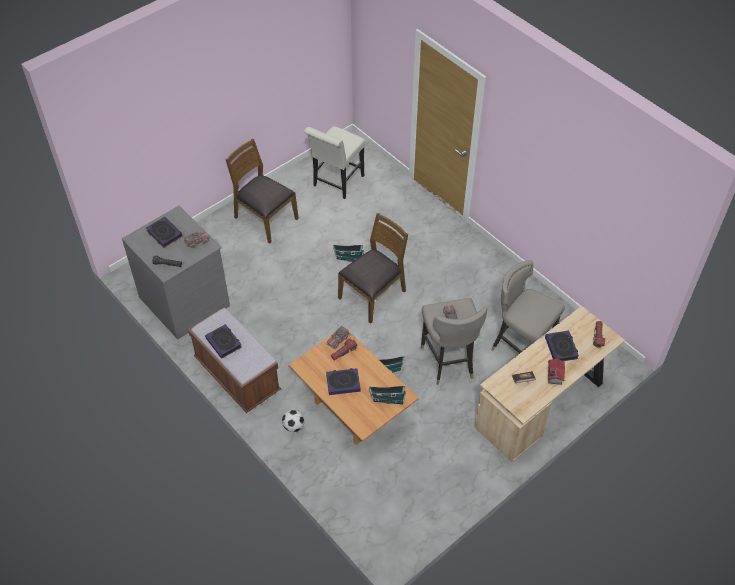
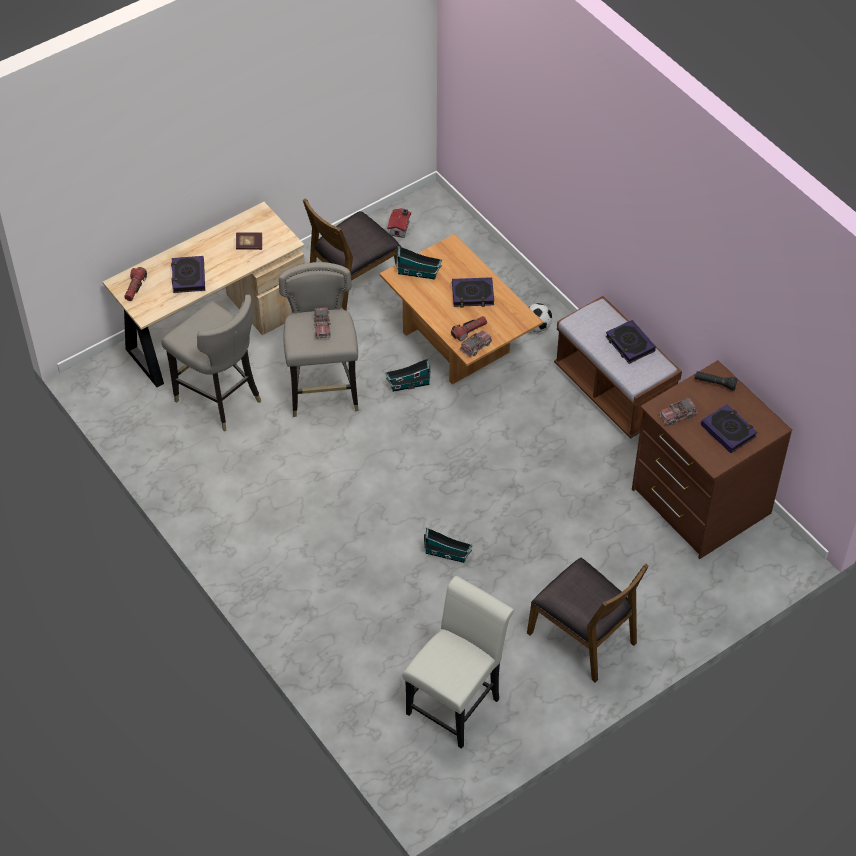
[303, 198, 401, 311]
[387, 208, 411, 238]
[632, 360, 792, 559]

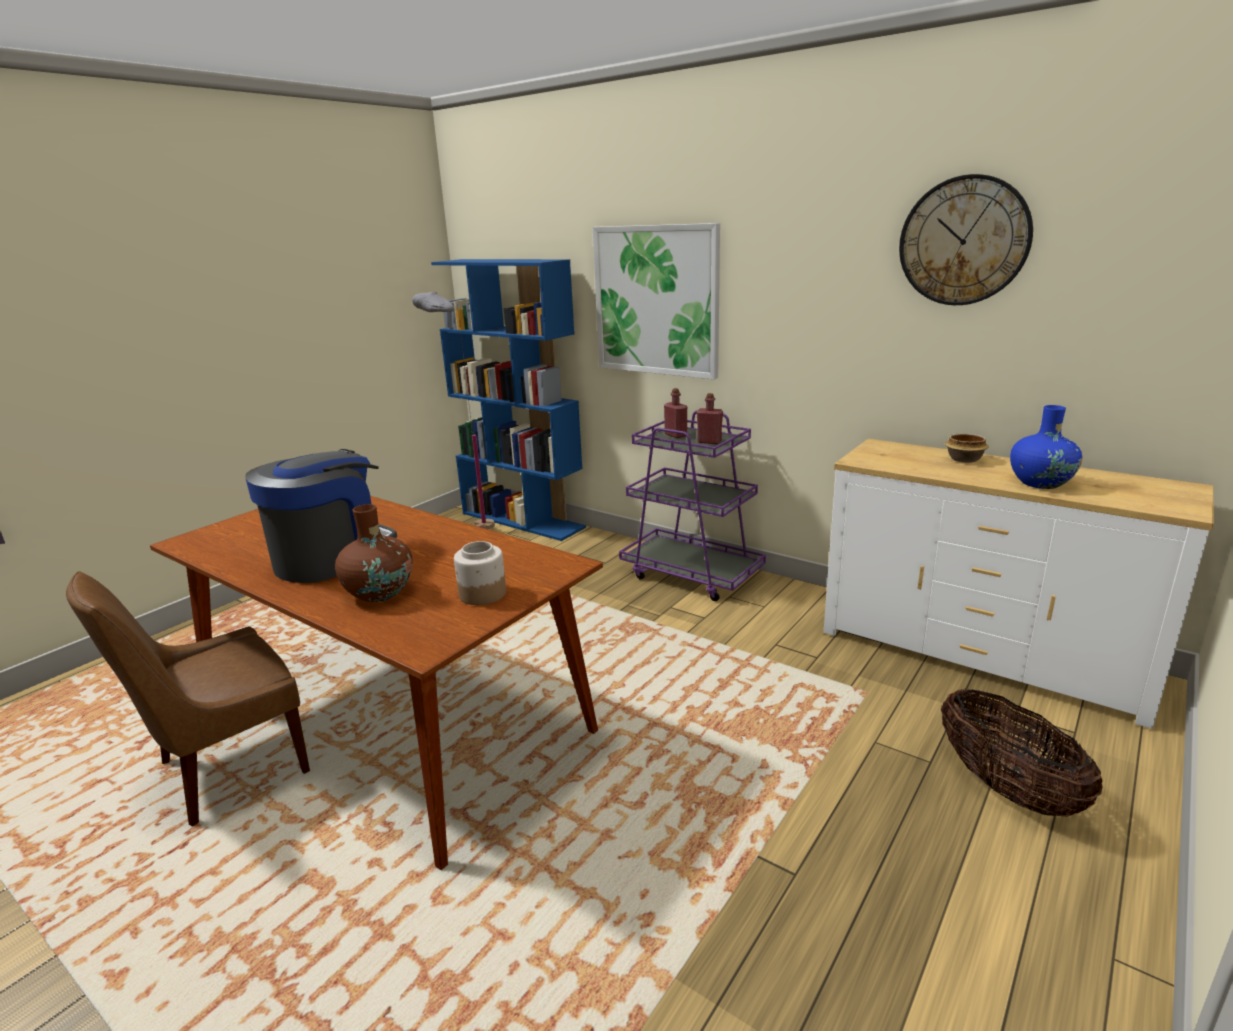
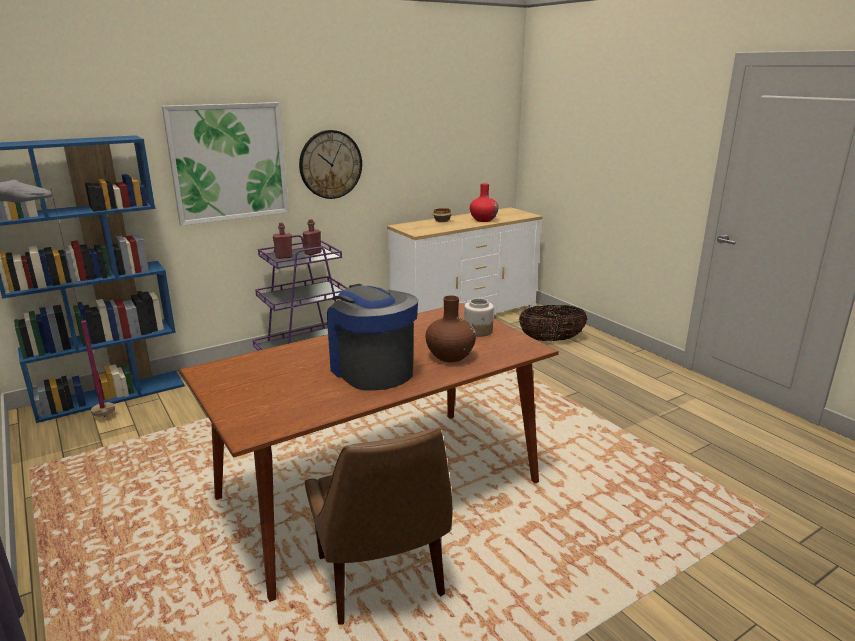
[299, 130, 362, 199]
[470, 184, 499, 222]

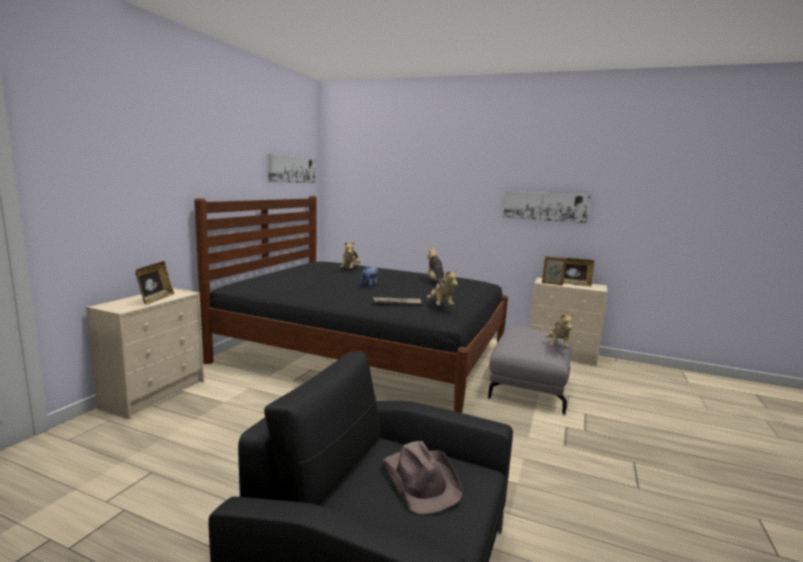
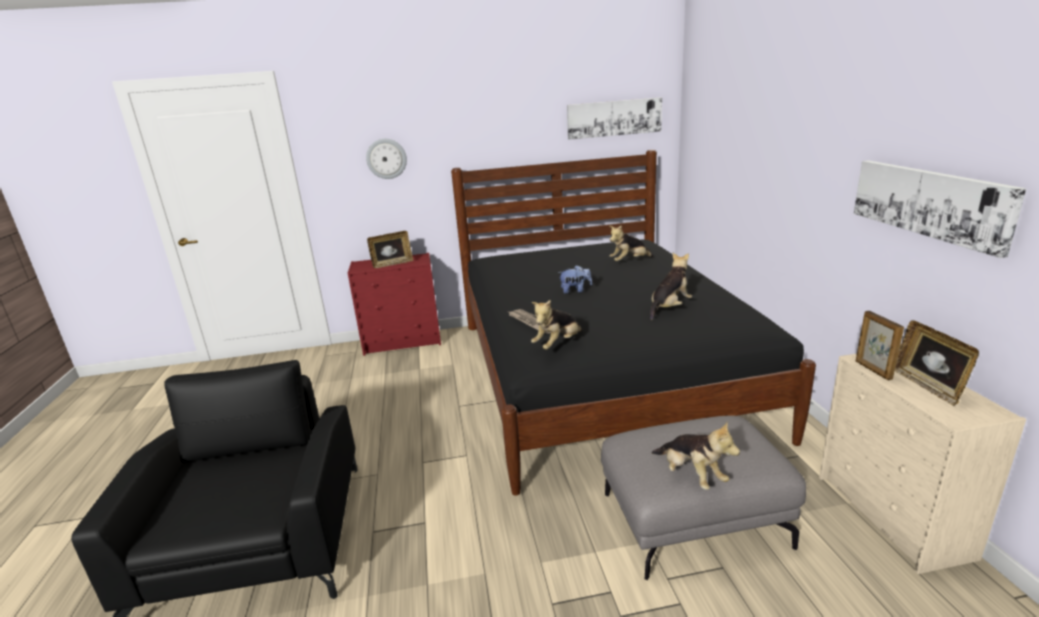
[383, 441, 463, 514] (first image)
[366, 139, 407, 179]
[348, 253, 441, 356]
[651, 421, 740, 490]

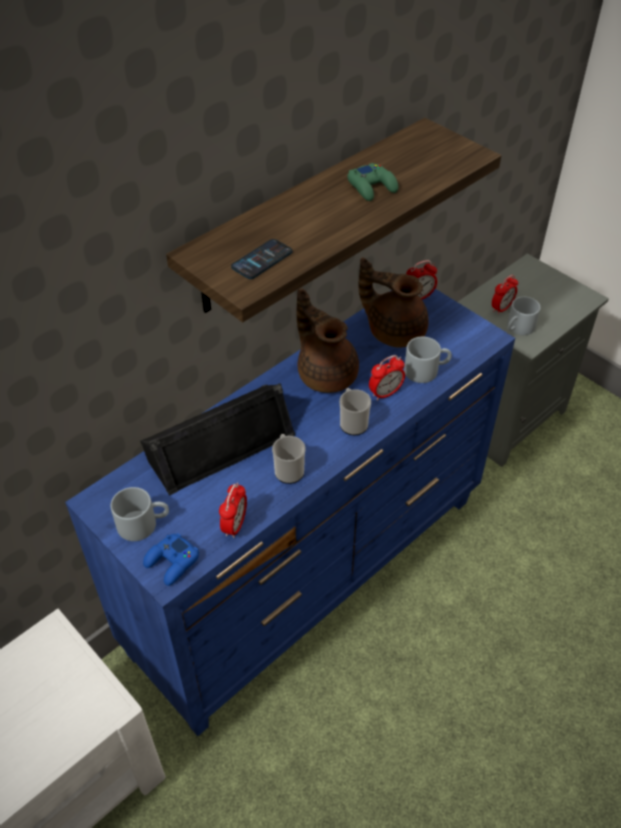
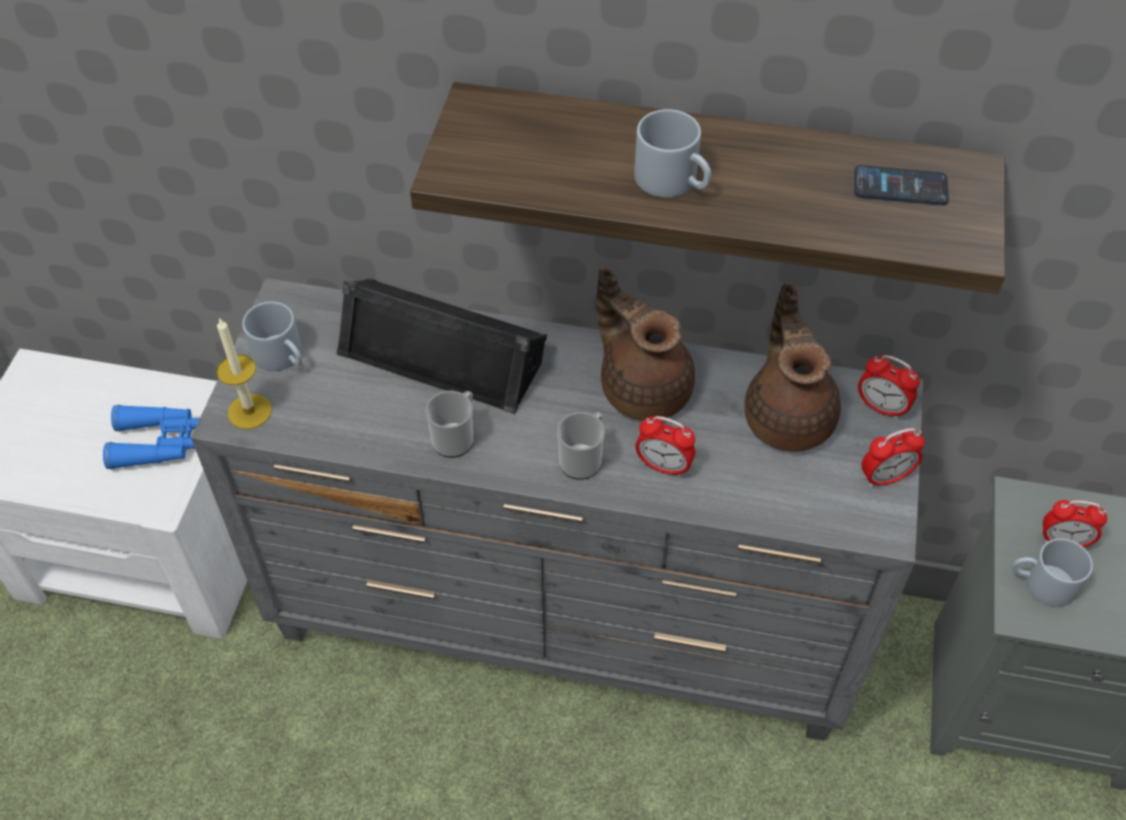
[347, 163, 398, 201] (first image)
[103, 405, 200, 470]
[861, 428, 925, 488]
[854, 165, 949, 205]
[634, 109, 711, 198]
[217, 317, 272, 429]
[191, 278, 923, 741]
[596, 267, 695, 421]

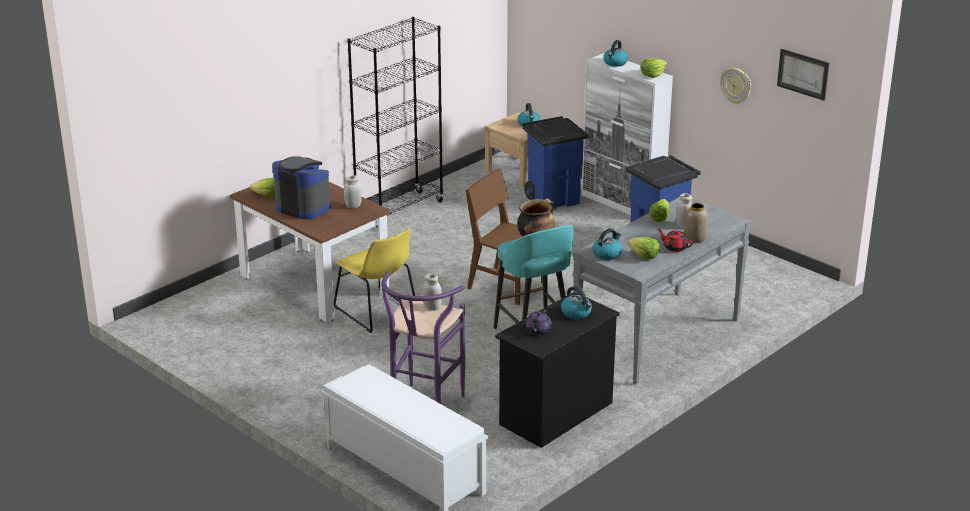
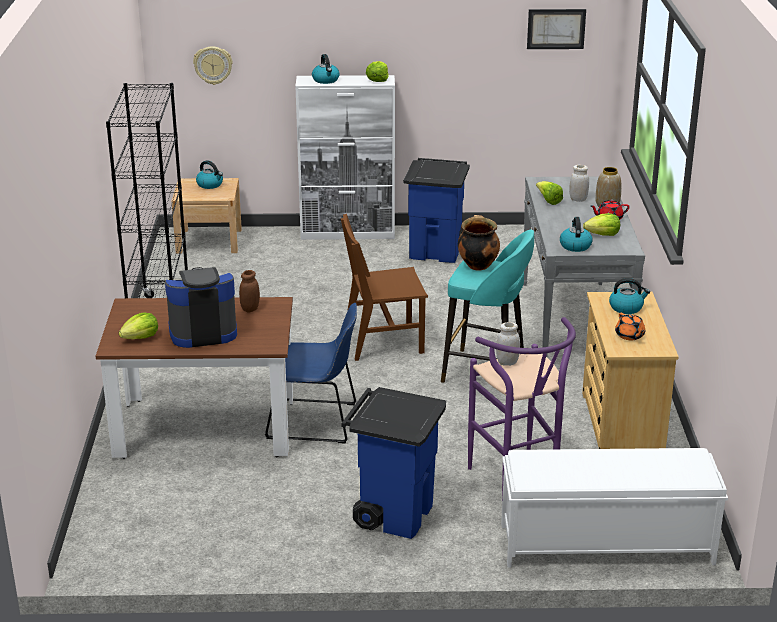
[342, 387, 446, 539]
[193, 46, 232, 85]
[265, 303, 357, 444]
[239, 270, 260, 313]
[582, 292, 679, 449]
[615, 313, 645, 340]

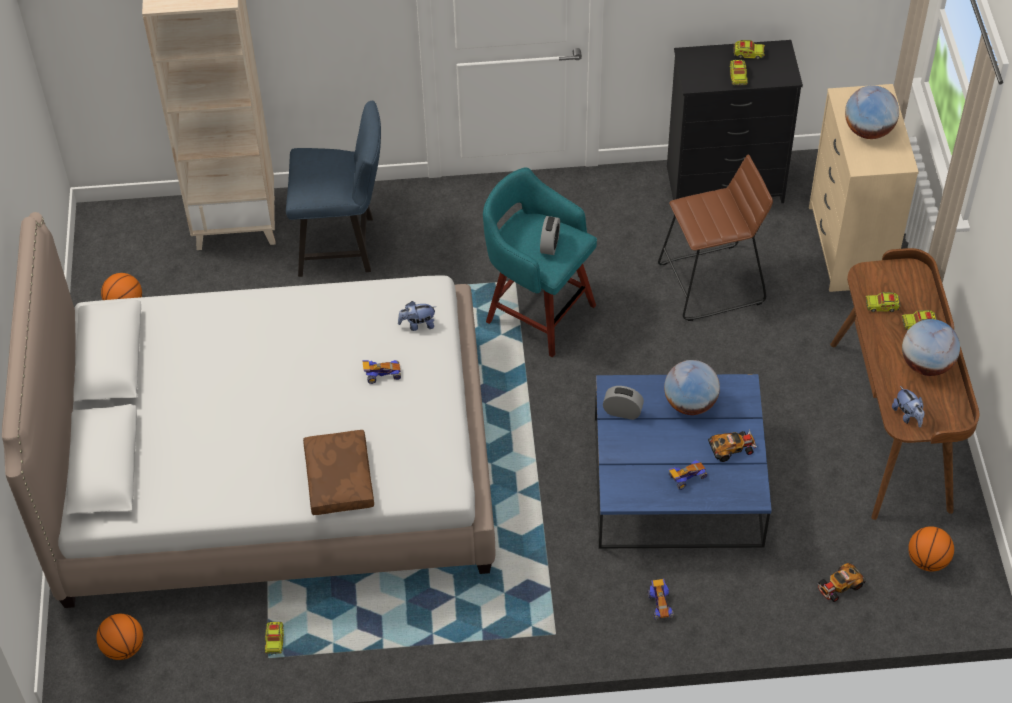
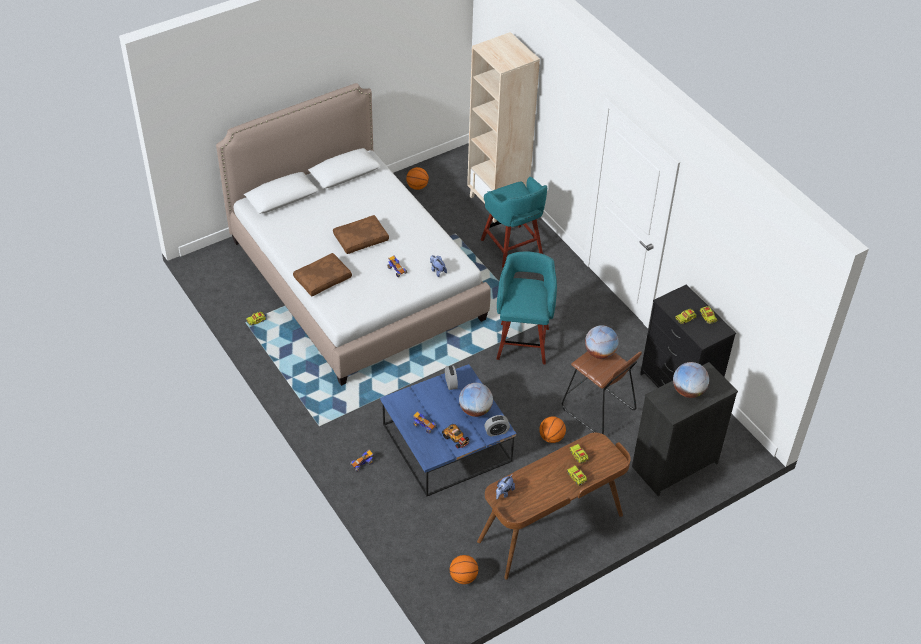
[817, 562, 866, 602] (first image)
[333, 215, 389, 254]
[539, 416, 566, 443]
[484, 415, 510, 437]
[585, 325, 619, 359]
[481, 177, 547, 268]
[632, 362, 738, 496]

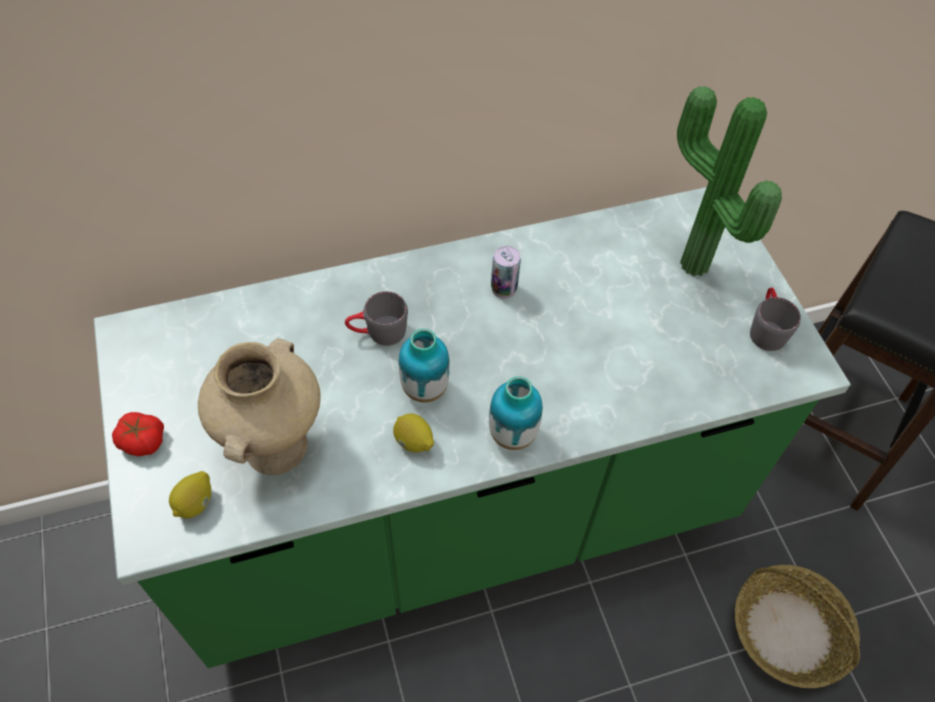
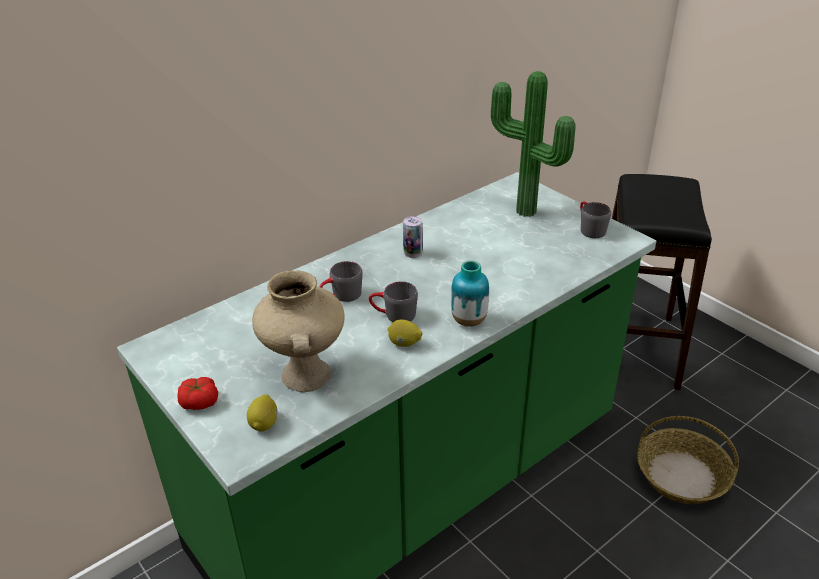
[369, 281, 418, 322]

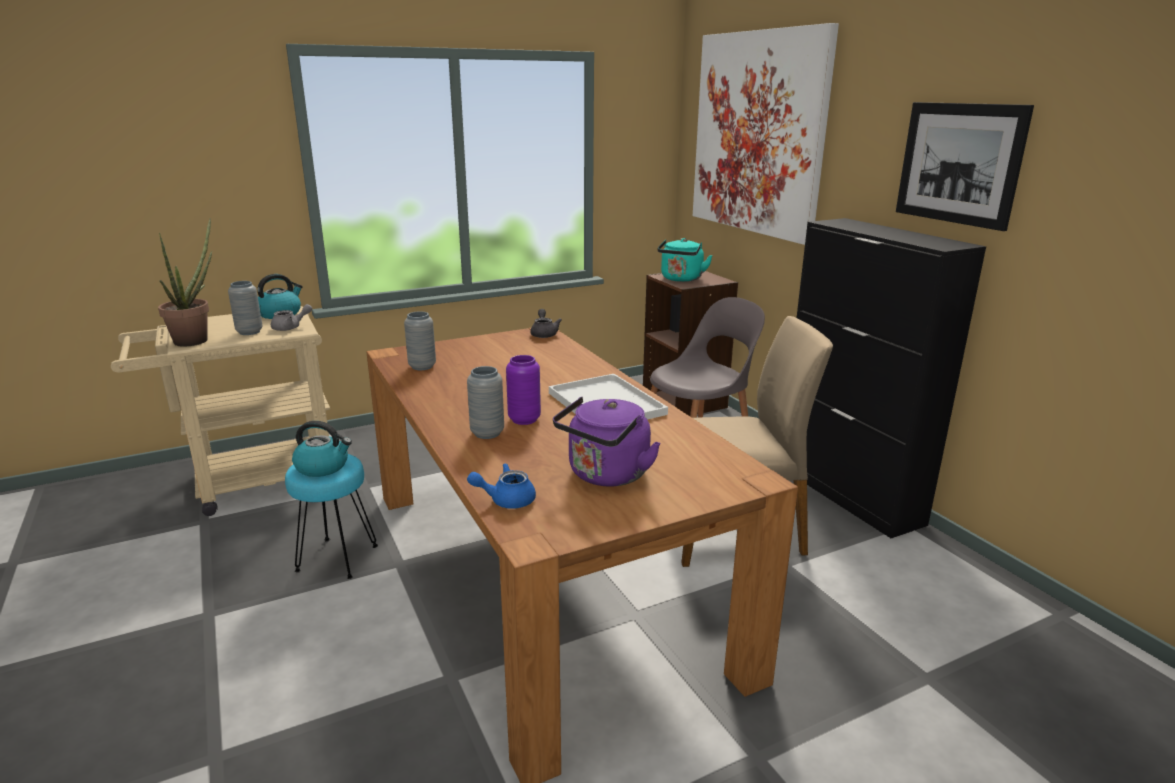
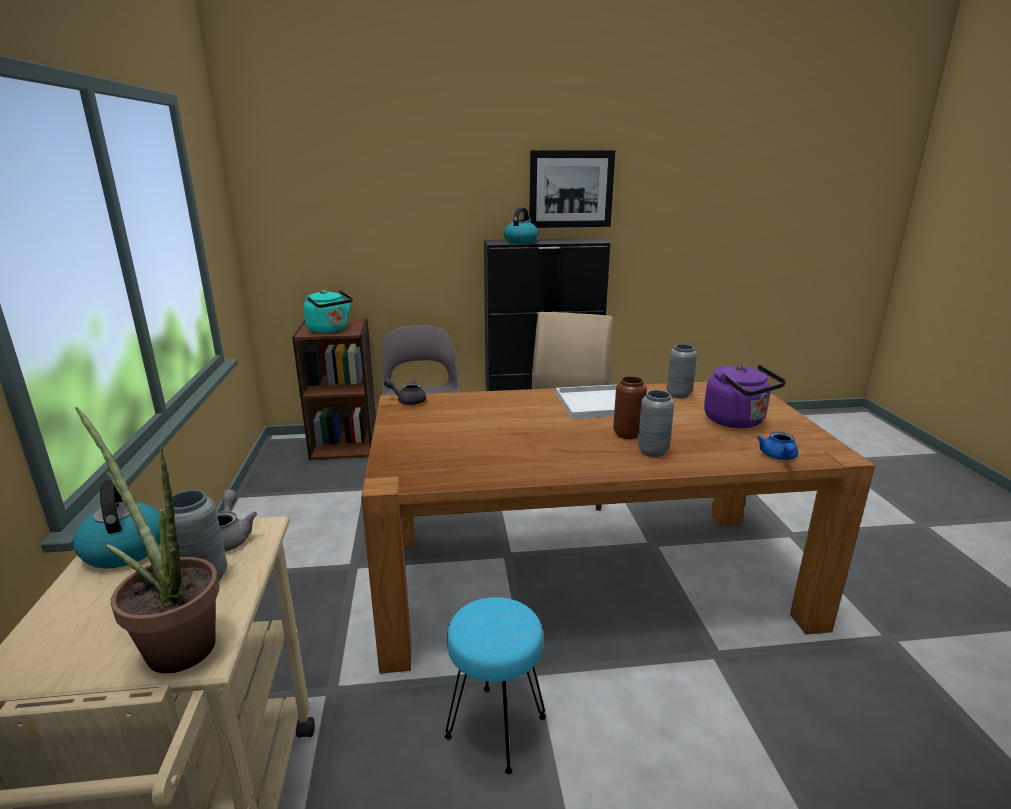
[693, 23, 839, 245] (first image)
[504, 207, 538, 243]
[667, 344, 697, 398]
[613, 376, 647, 439]

